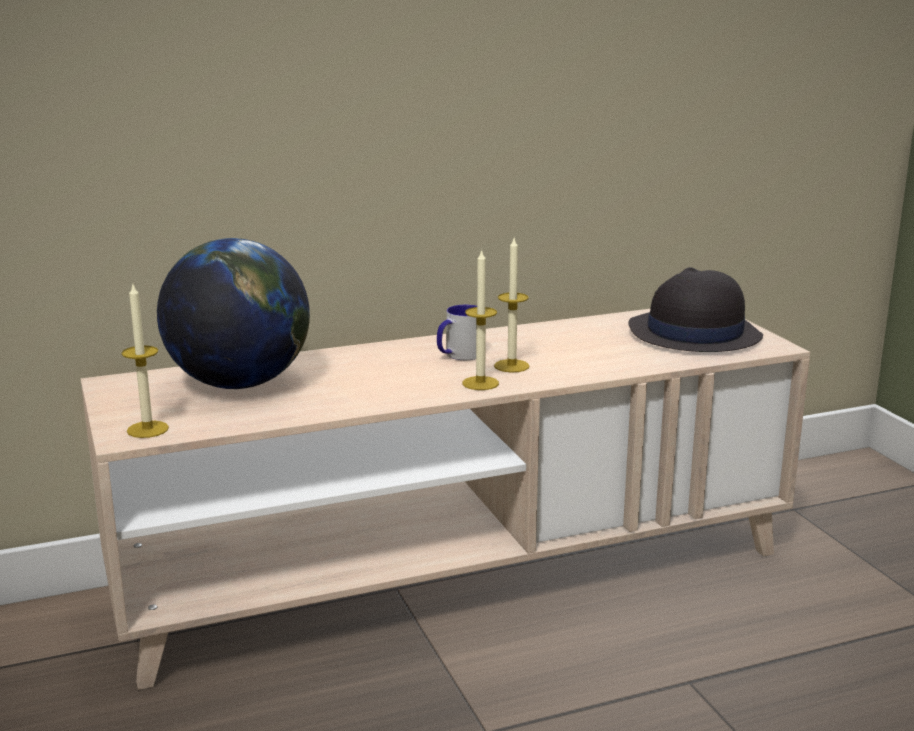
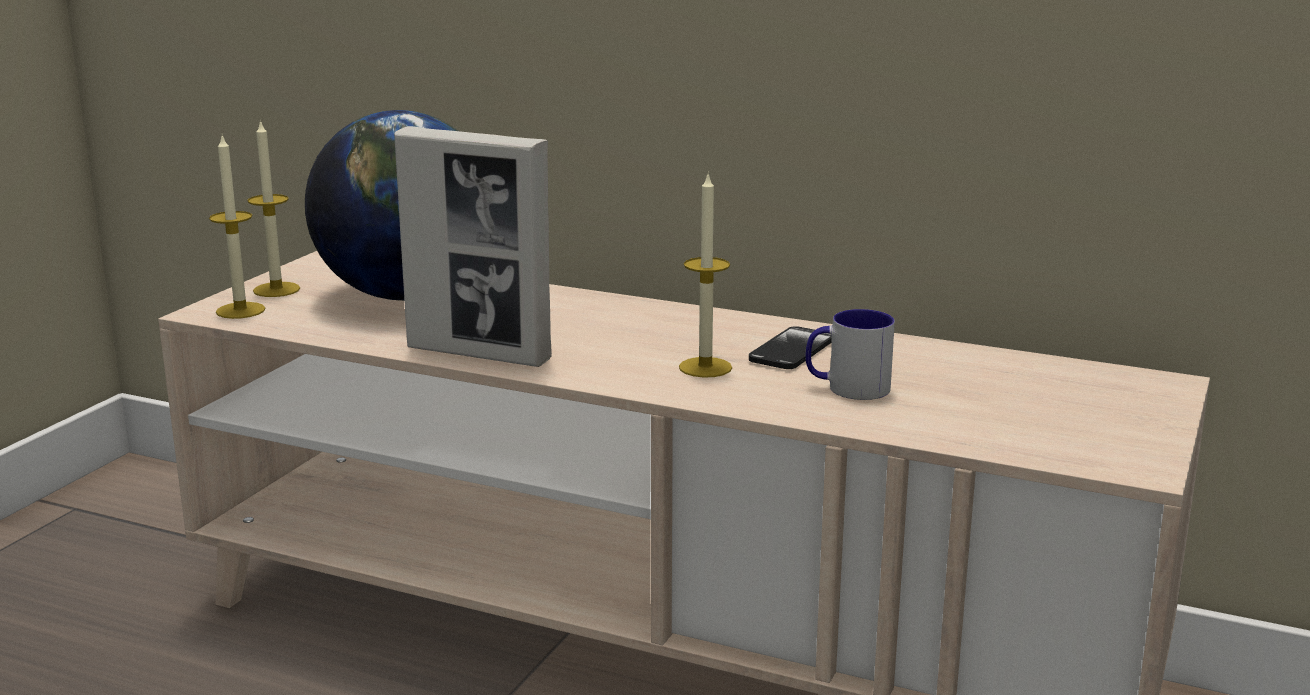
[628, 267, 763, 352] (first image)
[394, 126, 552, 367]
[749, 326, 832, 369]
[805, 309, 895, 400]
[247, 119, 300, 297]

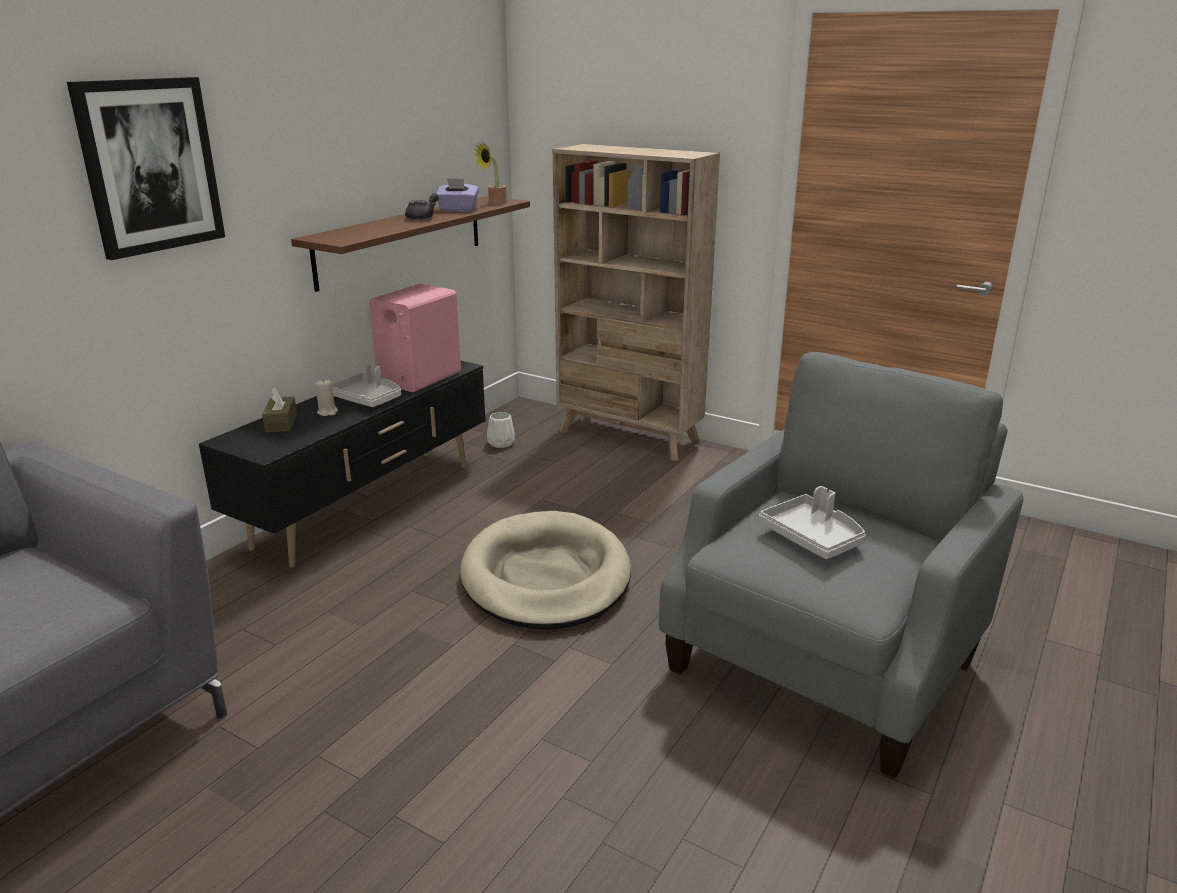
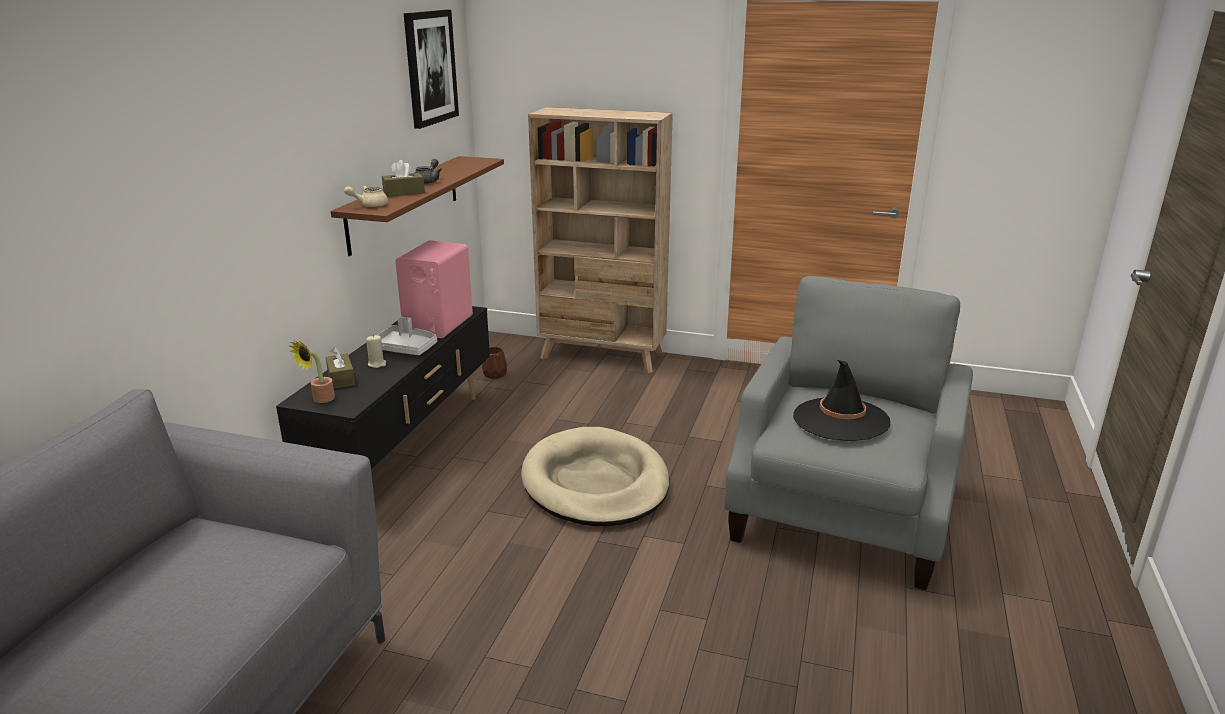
[436, 178, 479, 212] (first image)
[344, 185, 388, 207]
[382, 160, 425, 197]
[404, 10, 459, 129]
[289, 340, 335, 403]
[793, 360, 890, 441]
[482, 347, 507, 379]

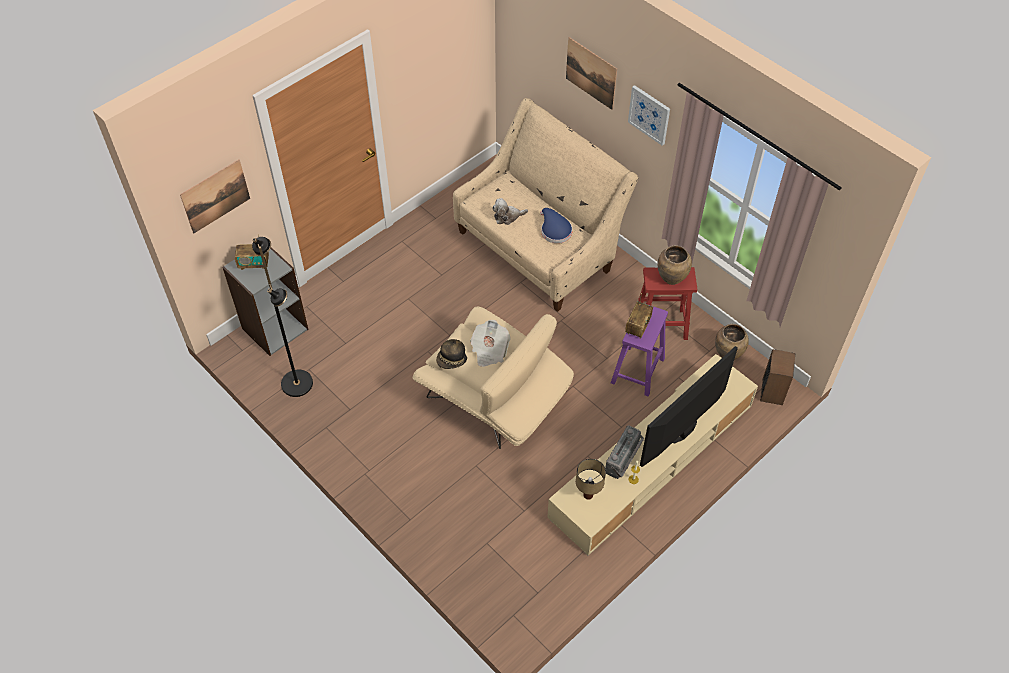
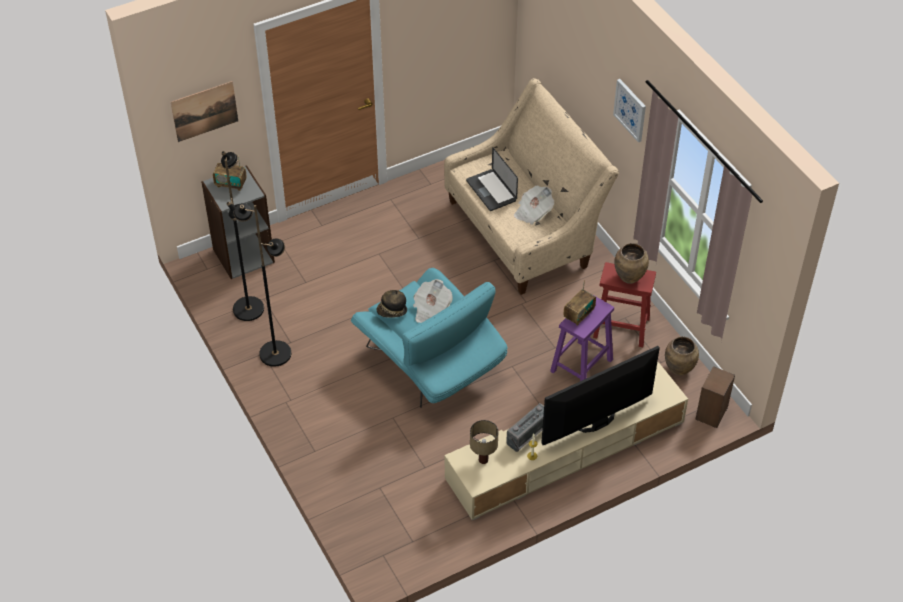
[566, 37, 617, 110] (first image)
[234, 203, 291, 367]
[466, 147, 518, 211]
[514, 186, 554, 225]
[351, 268, 507, 408]

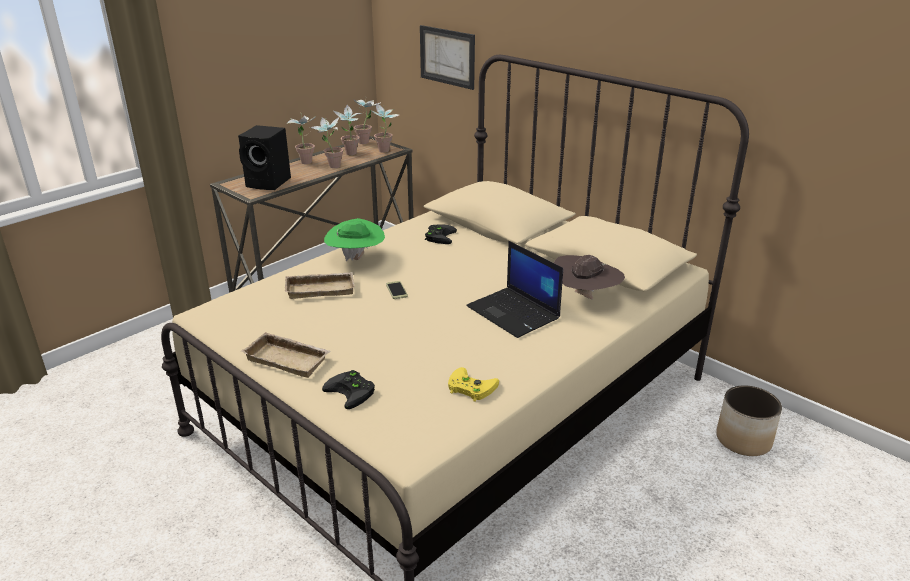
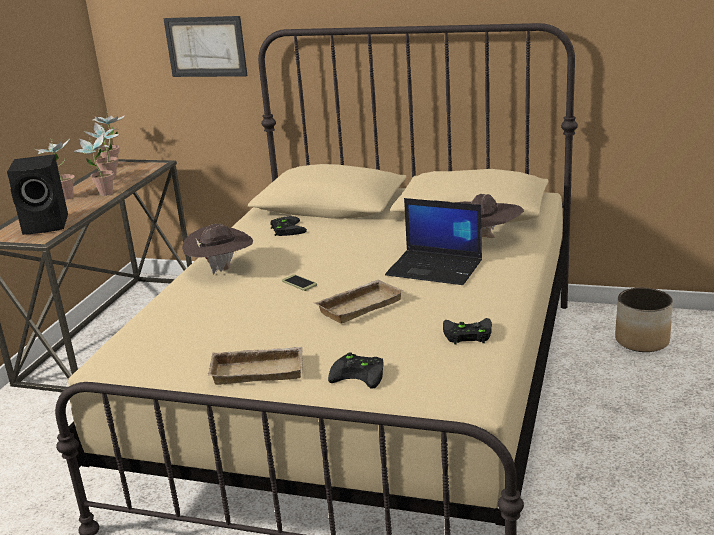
[371, 103, 399, 153] (first image)
[314, 280, 403, 323]
[182, 224, 253, 275]
[443, 318, 492, 344]

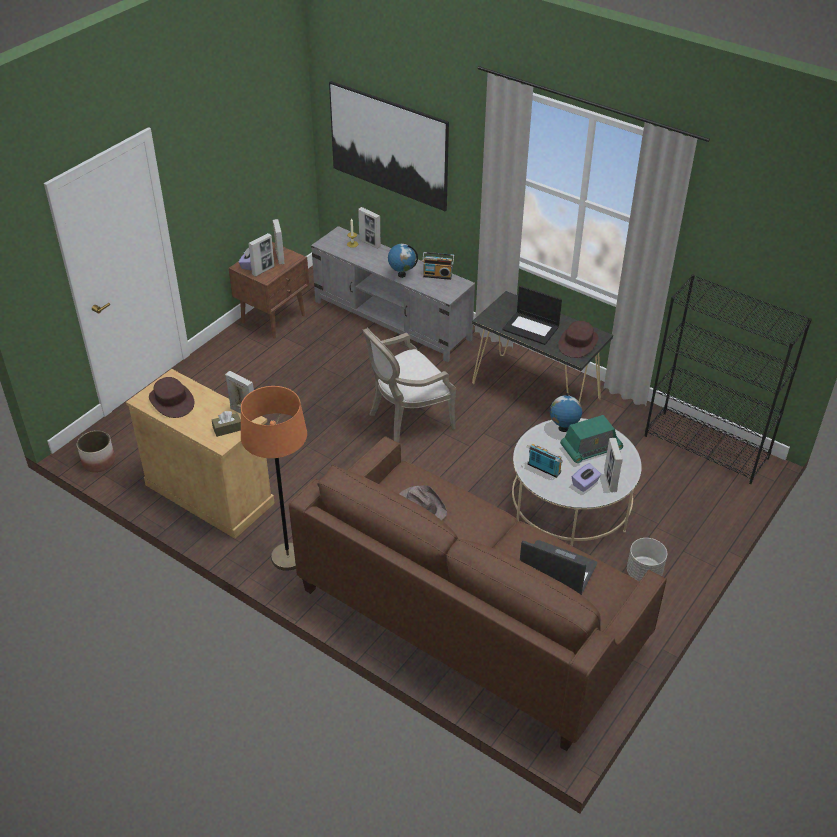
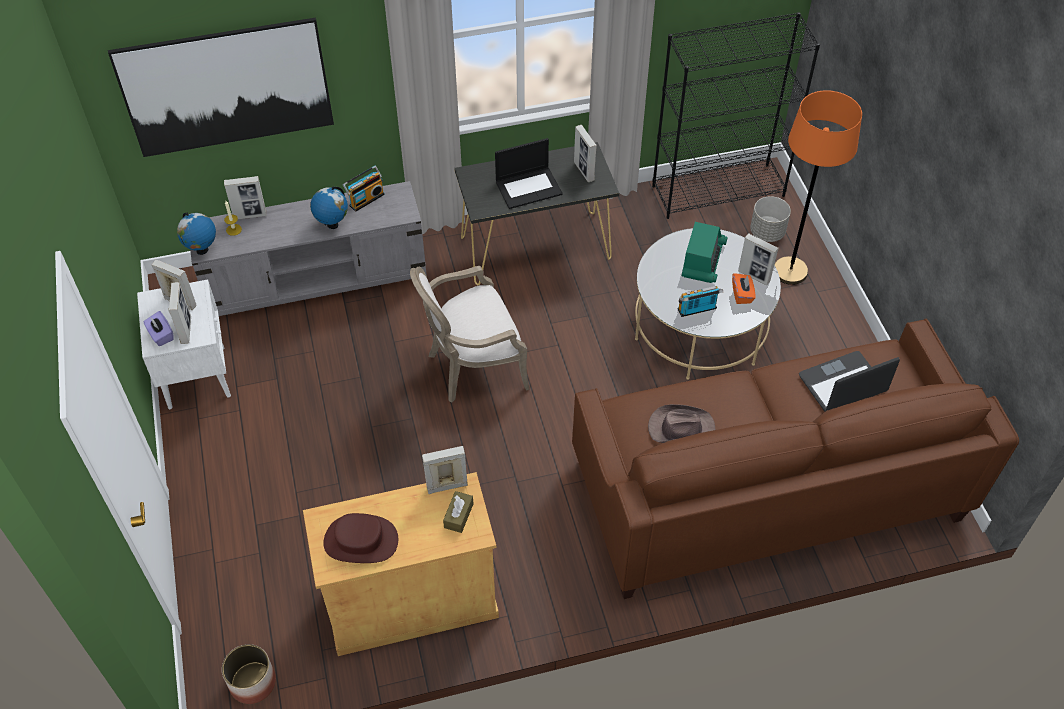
[774, 90, 862, 285]
[177, 212, 216, 255]
[750, 196, 791, 242]
[574, 125, 597, 182]
[137, 279, 231, 409]
[732, 273, 755, 304]
[410, 266, 530, 403]

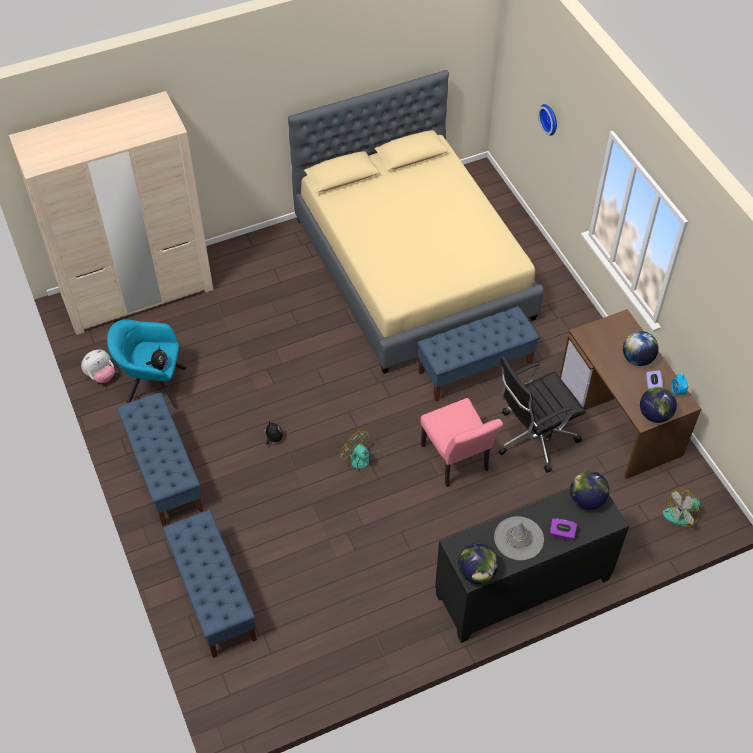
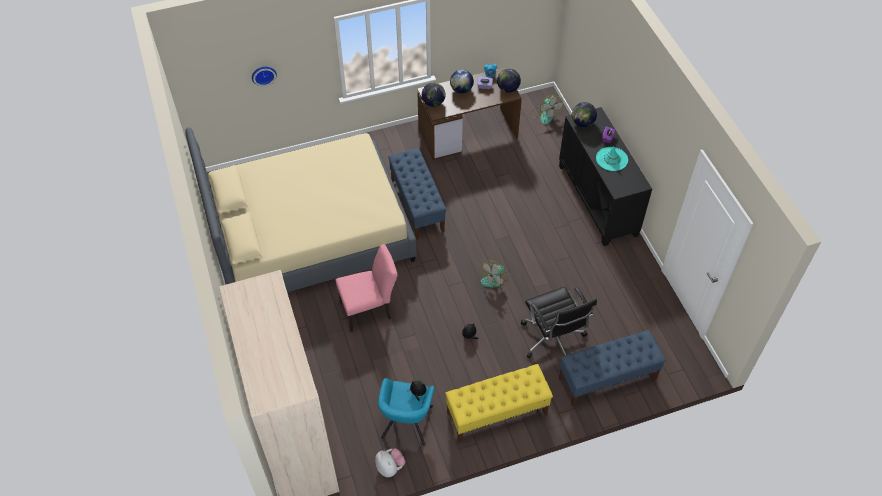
[336, 244, 398, 332]
[422, 83, 445, 107]
[521, 287, 597, 358]
[445, 364, 553, 443]
[596, 146, 628, 171]

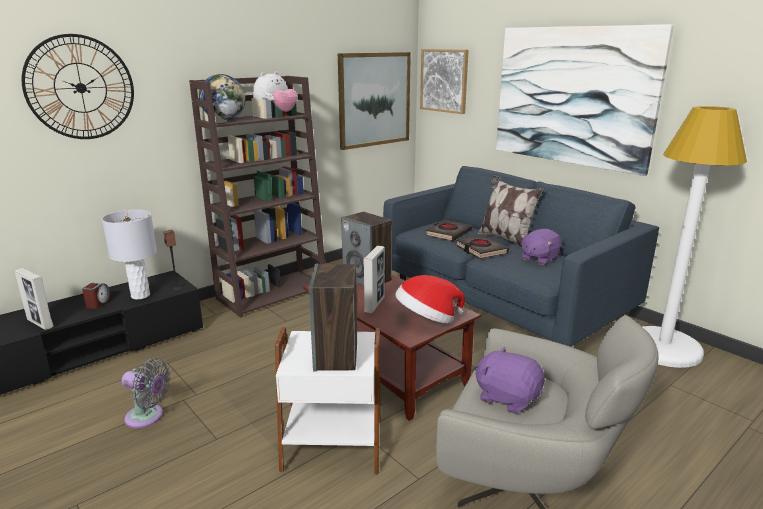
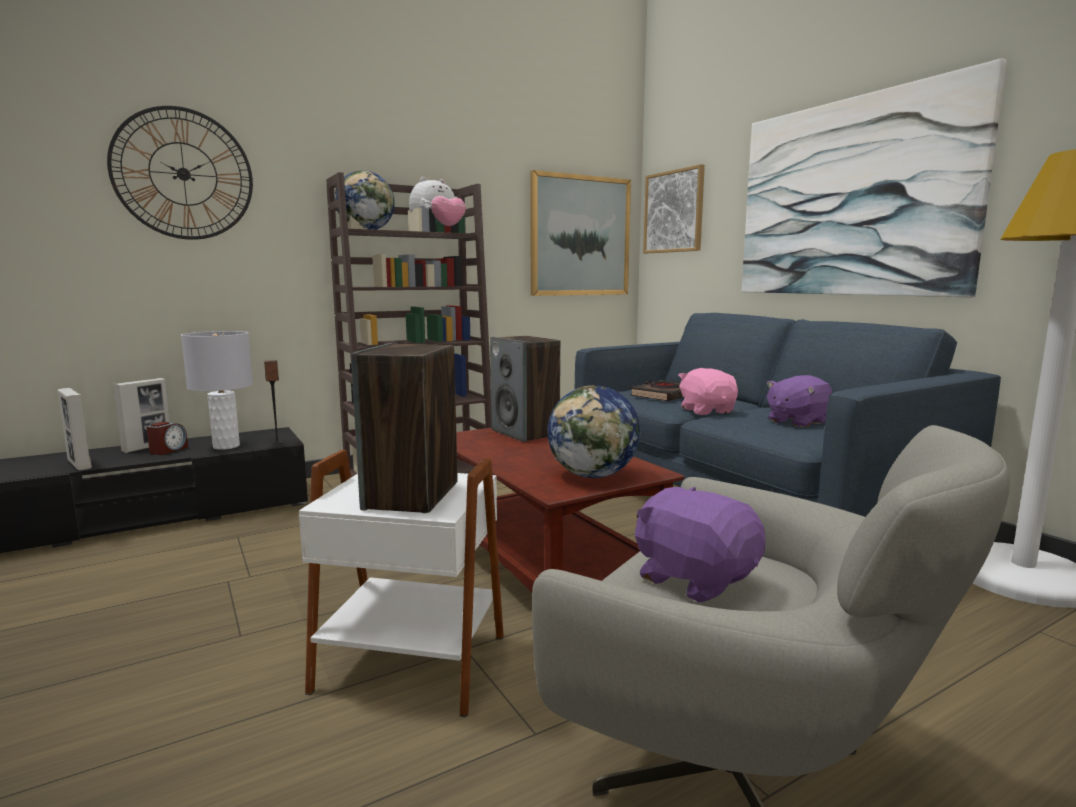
[121, 358, 170, 429] (first image)
[477, 176, 543, 247] (first image)
[113, 378, 170, 453]
[547, 385, 640, 478]
[678, 368, 738, 415]

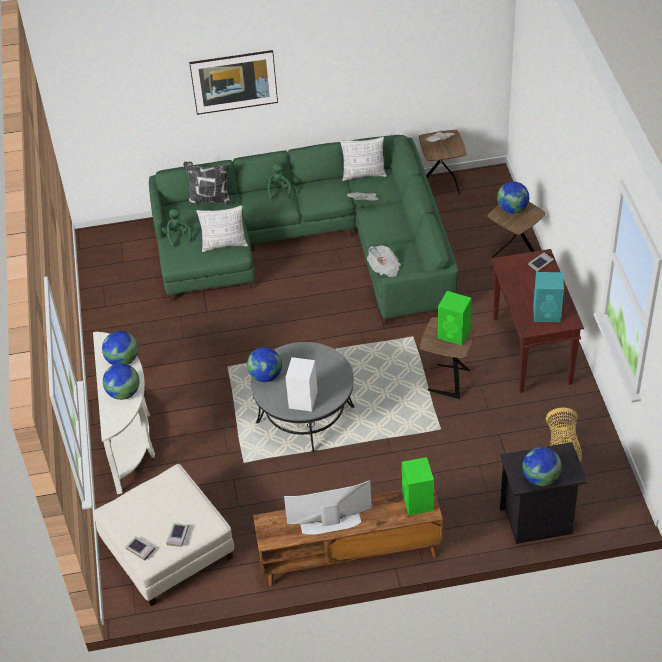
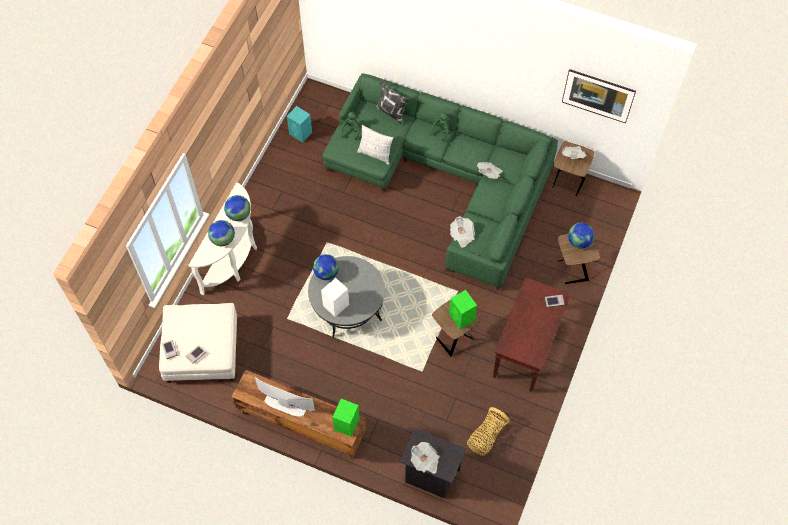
[340, 137, 387, 181] (first image)
[562, 69, 636, 123]
[287, 106, 312, 143]
[411, 442, 440, 474]

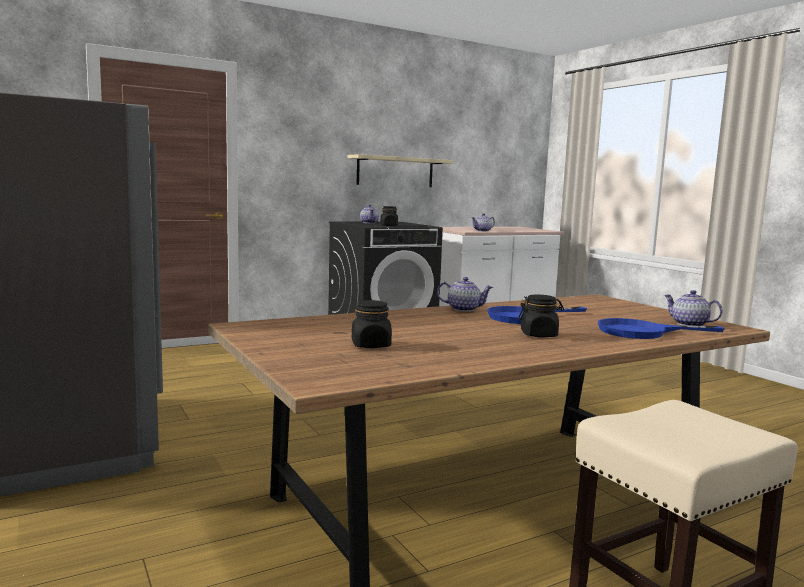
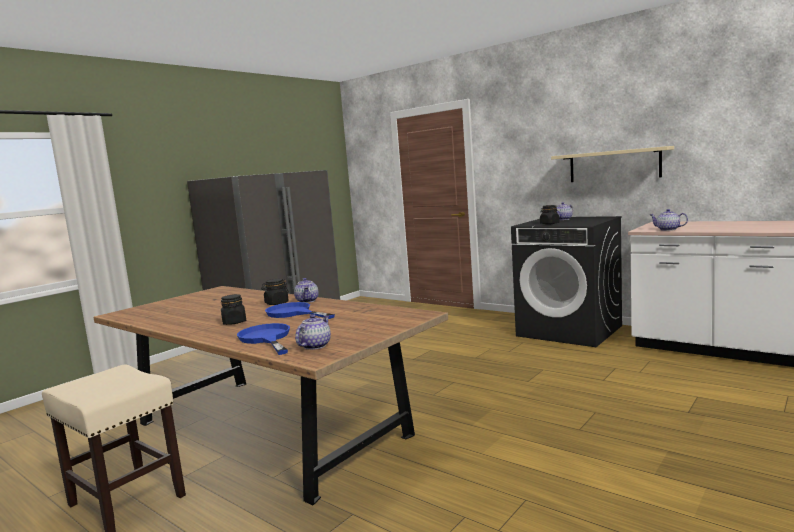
[261, 279, 289, 305]

